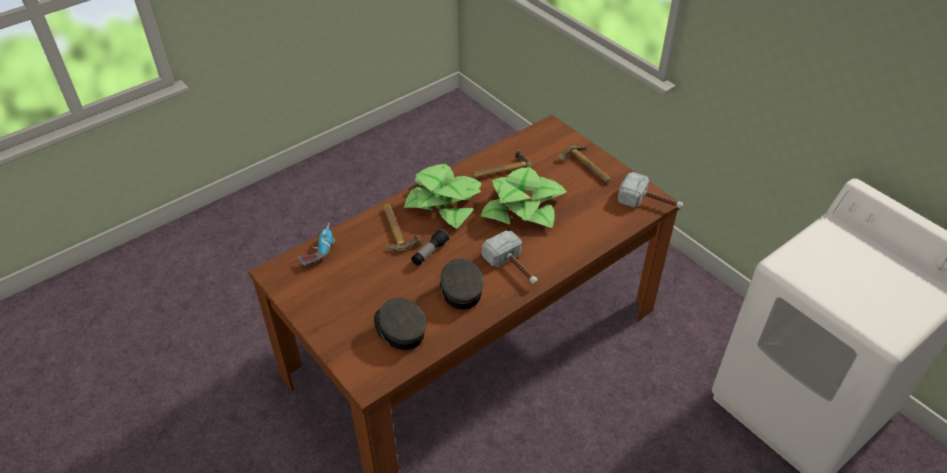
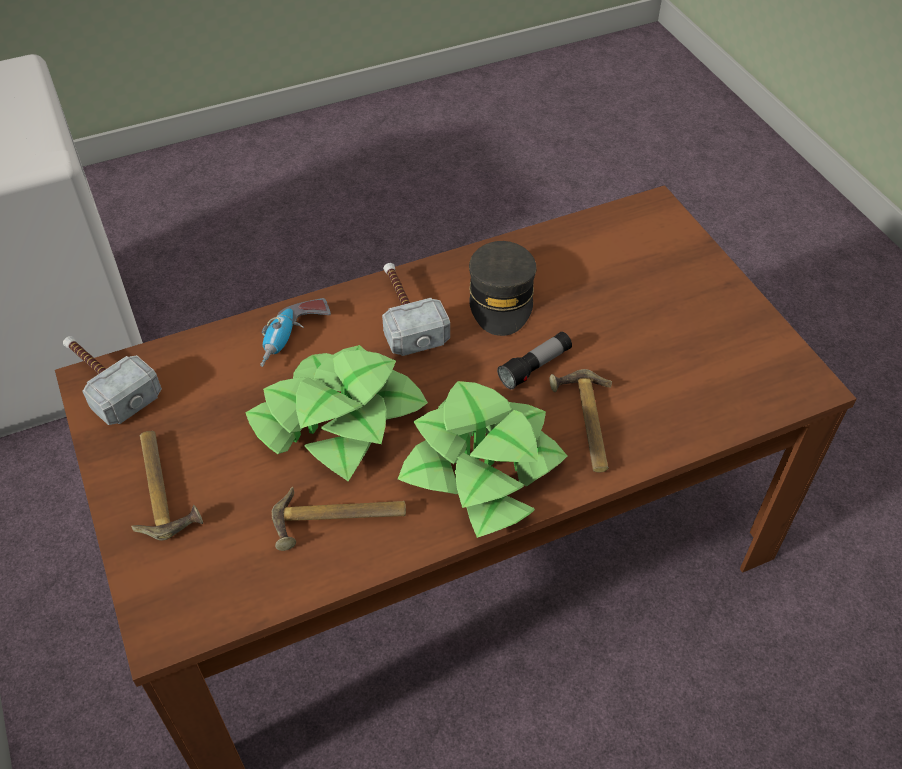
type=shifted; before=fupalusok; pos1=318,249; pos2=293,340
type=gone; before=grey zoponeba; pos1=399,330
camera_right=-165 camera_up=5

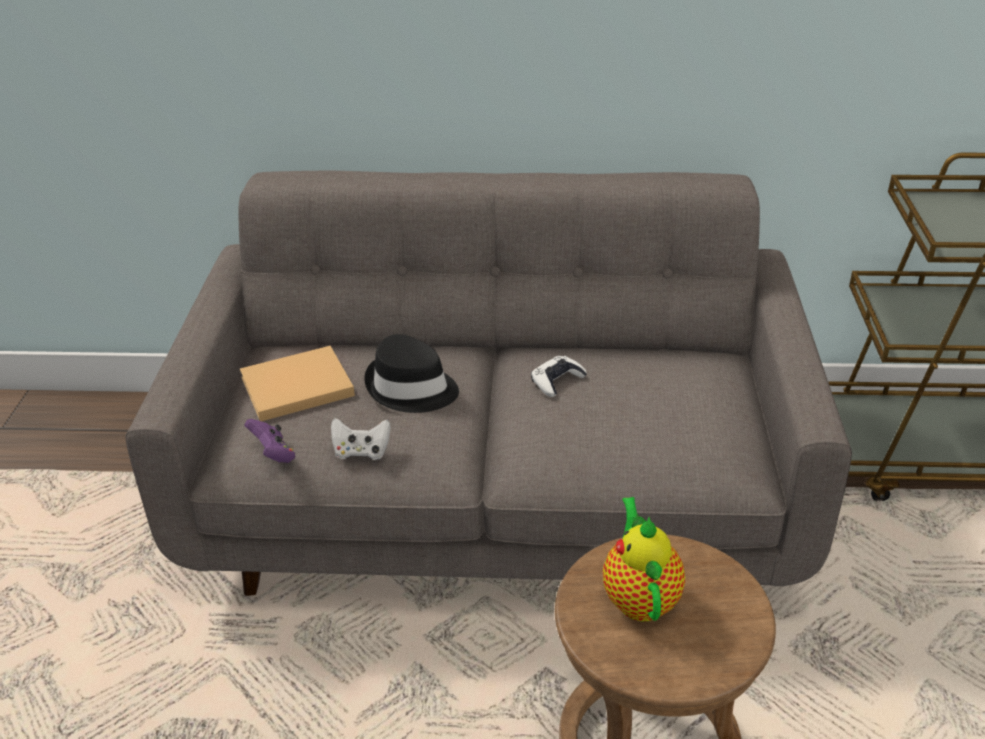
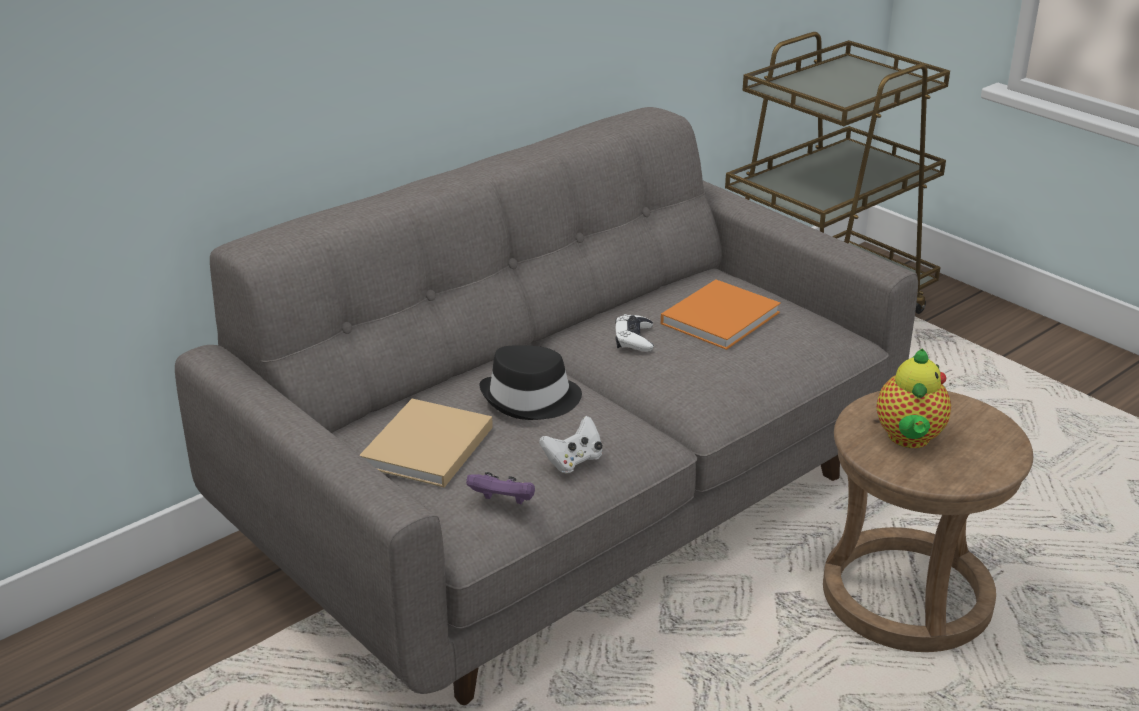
type=rotated; before=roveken; pos1=639,597; pos2=909,439; turn=-120
type=new; after=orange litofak; pos2=722,317
camera_right=-45 camera_up=-5

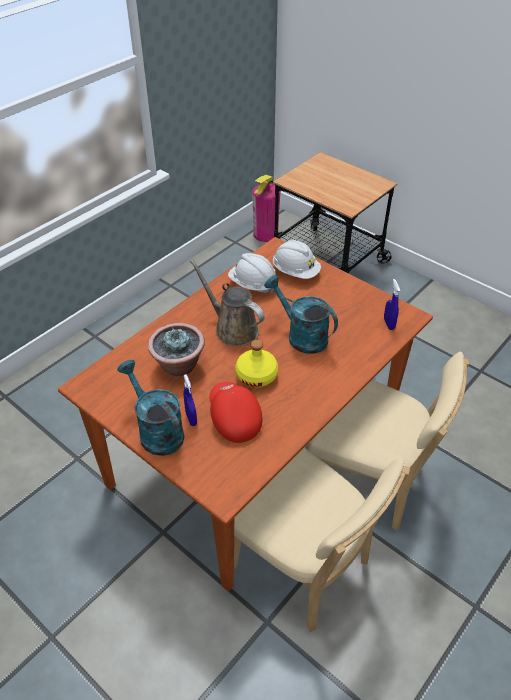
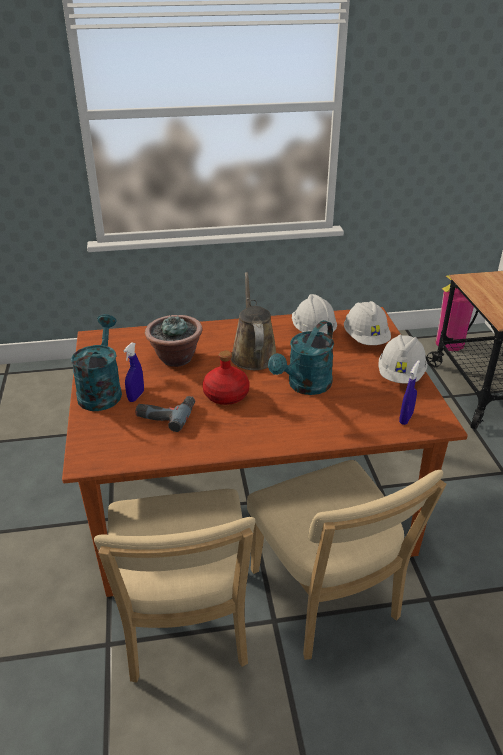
type=swapped; before=red zoponeba; after=fupalusok; pos1=233,418; pos2=166,414
type=repainted; before=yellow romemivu; after=red romemivu; pos1=256,375; pos2=226,395
type=rotated; before=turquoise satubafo; pos1=301,336; pos2=305,386; turn=-135
type=new; after=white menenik; pos2=401,375
camera_right=40 camera_up=-10

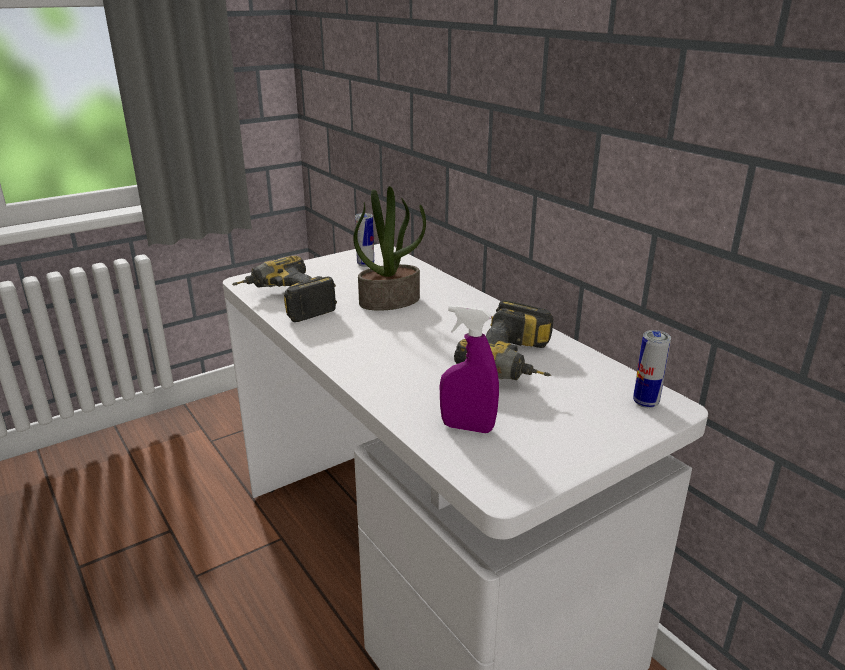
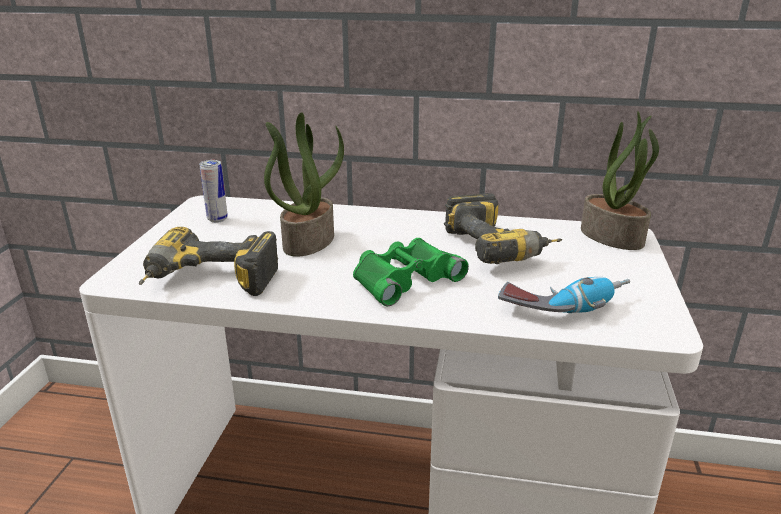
type=swapped; before=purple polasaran; after=fupalusok; pos1=467,427; pos2=564,305
type=swapped; before=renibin; after=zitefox; pos1=645,403; pos2=613,237
type=new; after=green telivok; pos2=404,278
camera_right=-45 camera_up=0

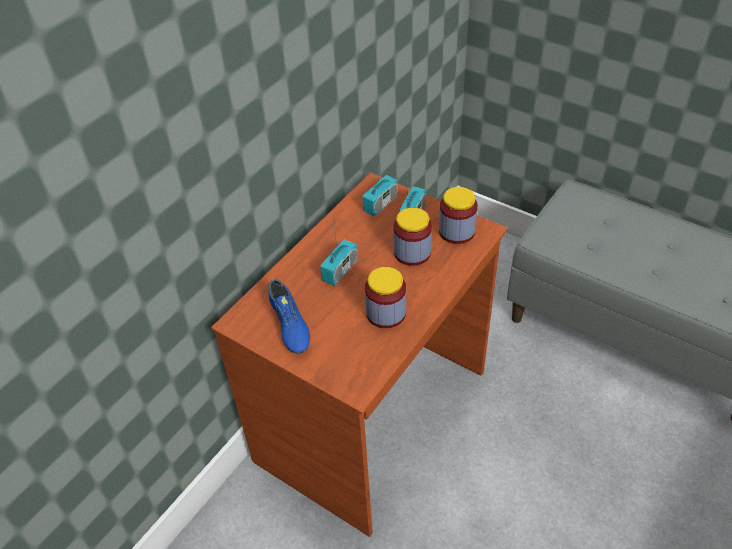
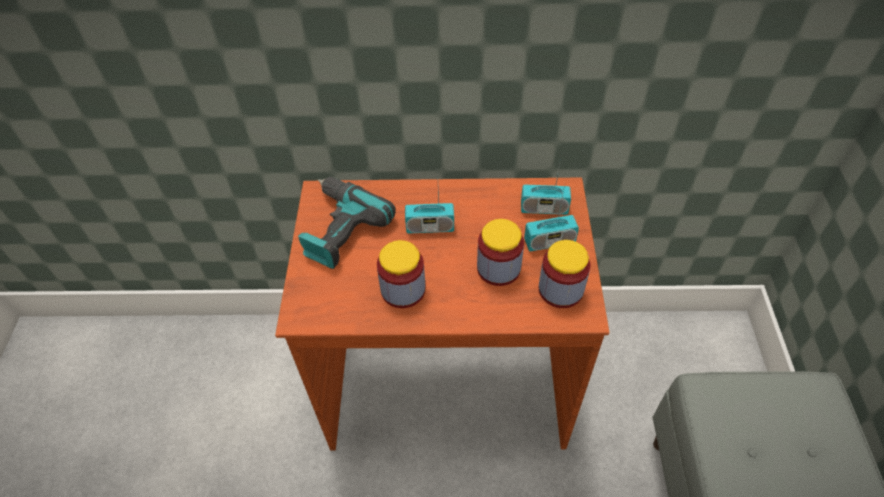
type=swapped; before=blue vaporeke; after=fupalusok; pos1=289,326; pos2=338,229
camera_right=55 camera_up=5

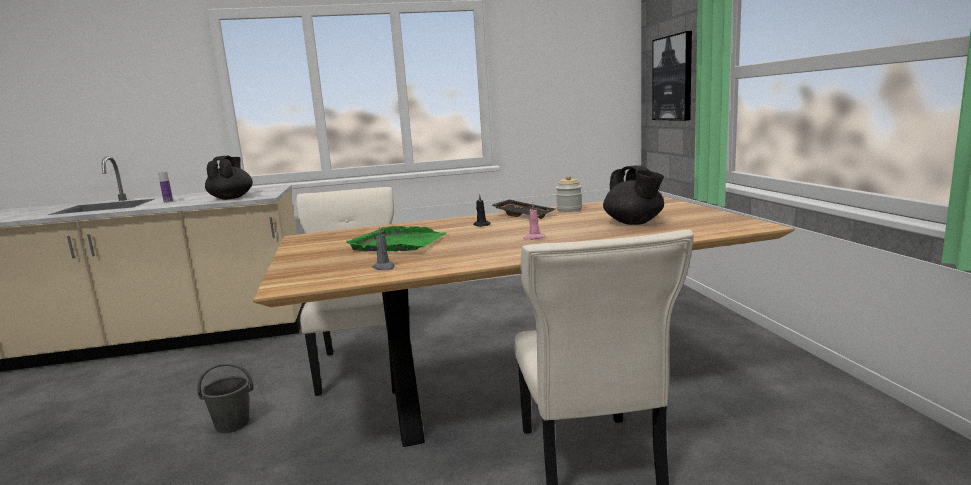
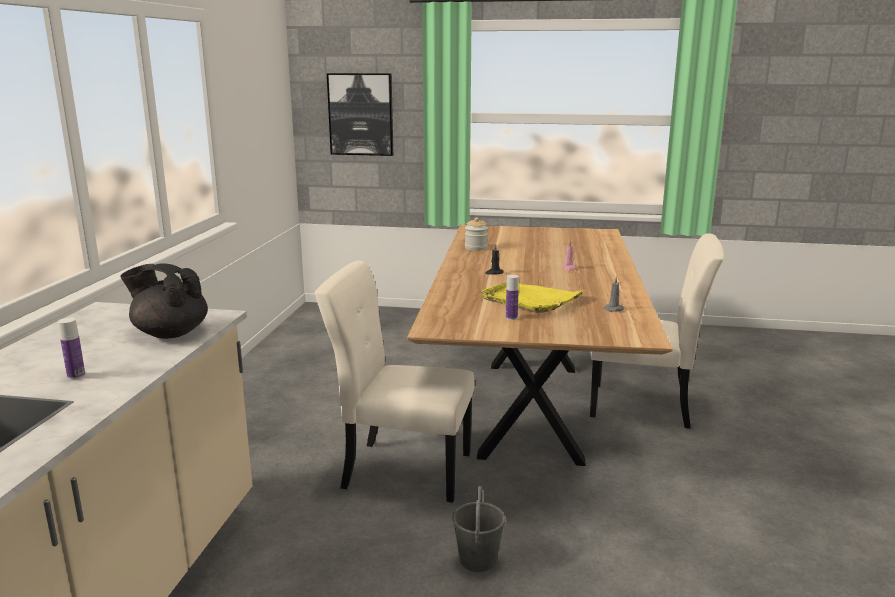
type=repainted; before=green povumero; after=yellow povumero; pos1=399,244; pos2=531,300
type=gone; before=black povumero; pos1=524,215
type=gone; before=black roveken; pos1=634,223
type=new; after=romemivu; pos2=511,317
camera_right=-70 camera_up=5

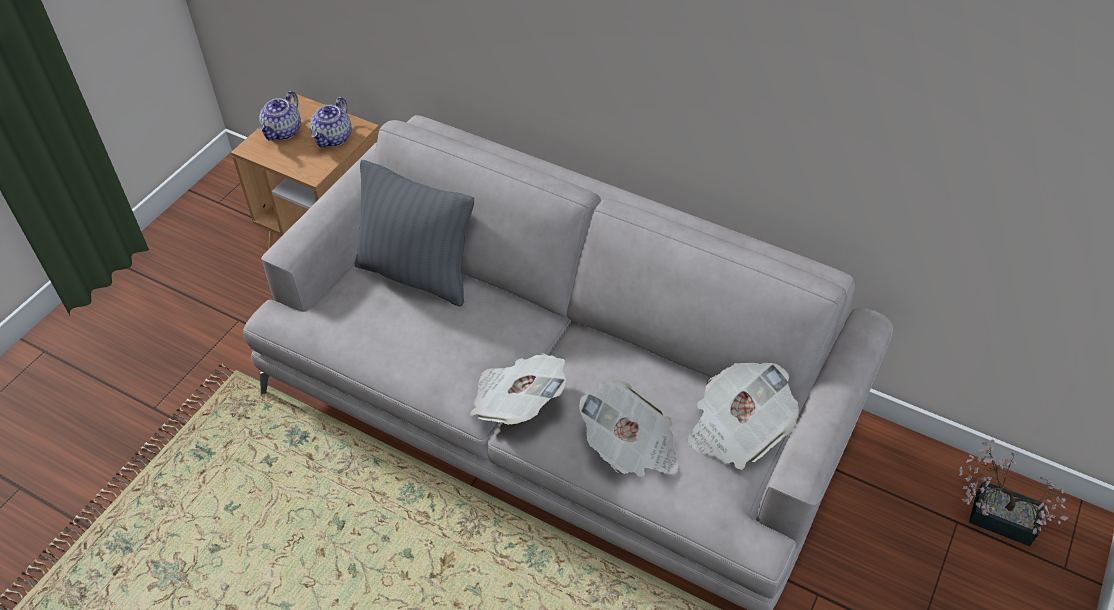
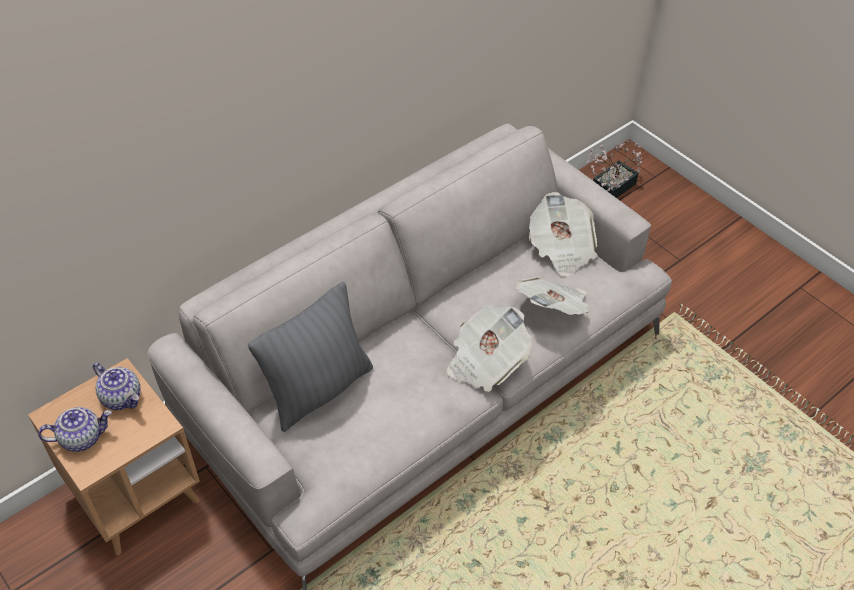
type=rotated; before=roveken; pos1=283,132; pos2=82,437; turn=-60
camera_right=-70 camera_up=0

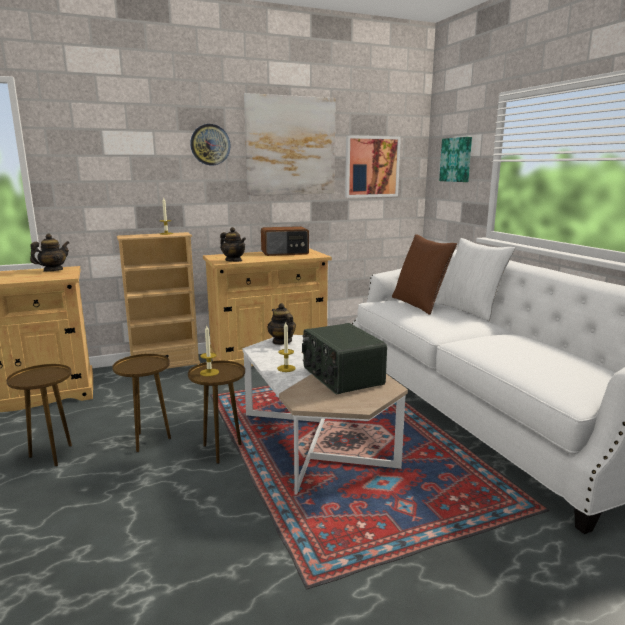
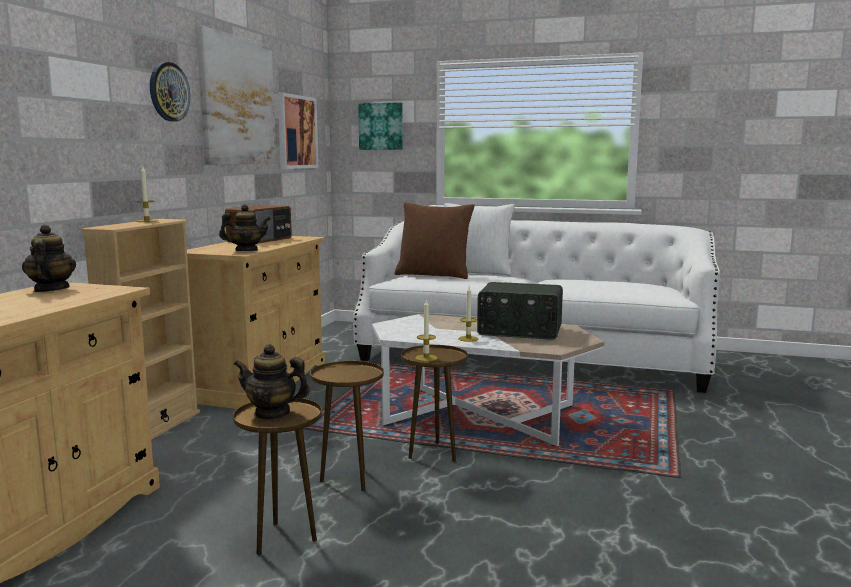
type=shifted; before=roveken; pos1=282,341; pos2=272,413
camera_right=-50 camera_up=-5

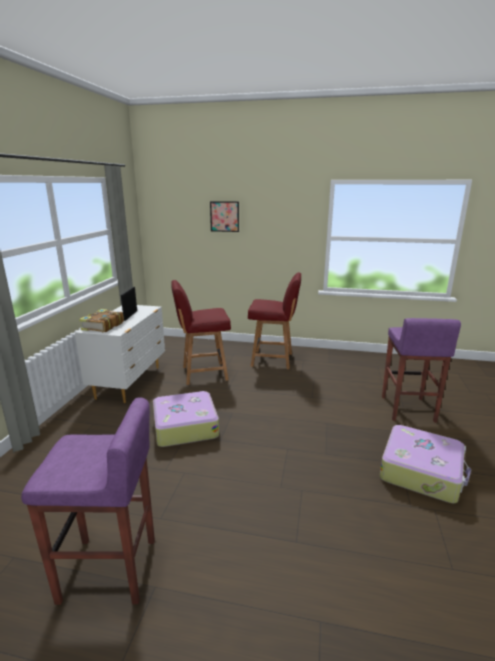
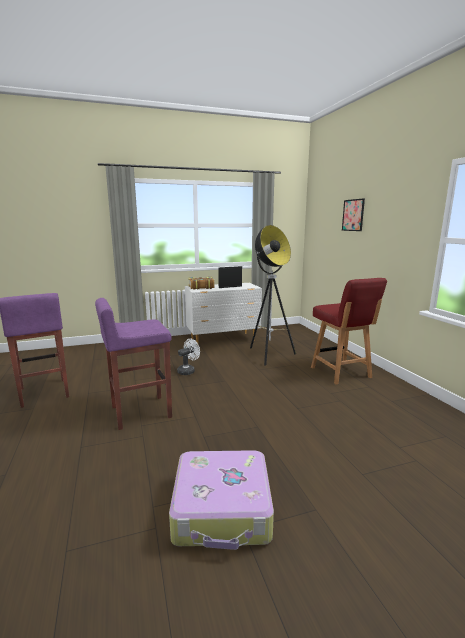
type=swapped; before=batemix; after=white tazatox; pos1=185,426; pos2=188,371
type=swapped; before=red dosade; after=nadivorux; pos1=203,373; pos2=269,355
type=shifted; before=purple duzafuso; pos1=407,409; pos2=140,412
camera_right=60 camera_up=-5

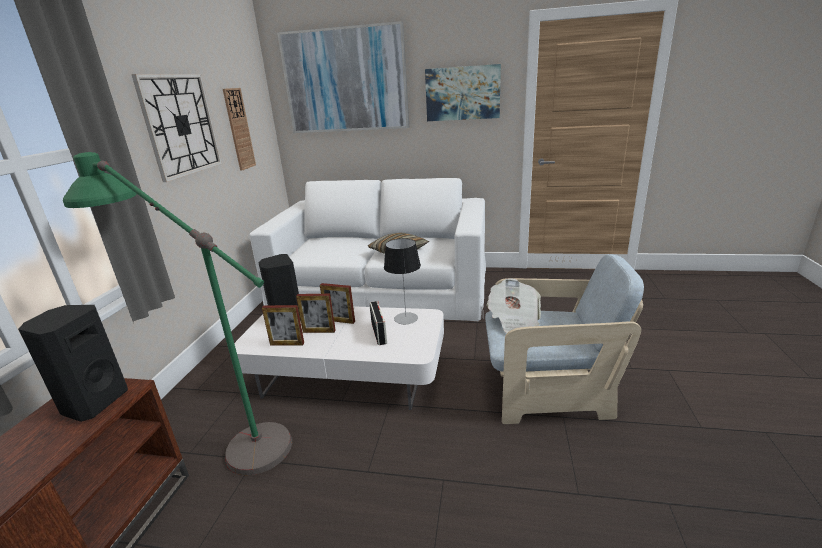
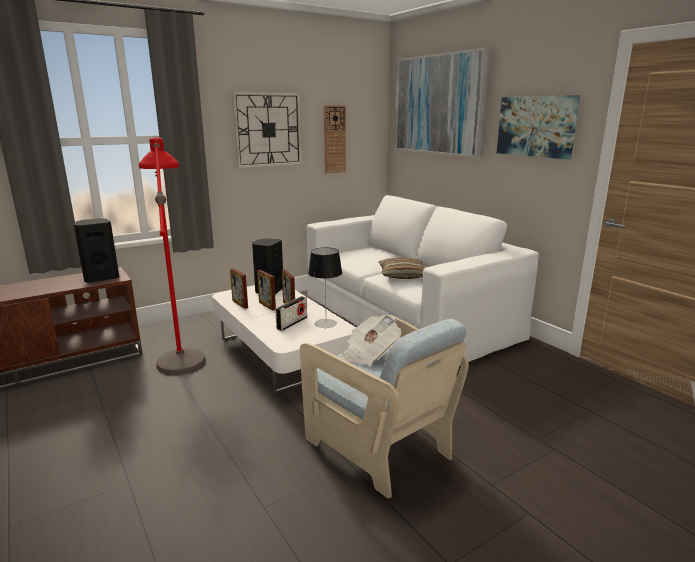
type=repainted; before=green nadivorux; after=red nadivorux; pos1=225,436; pos2=180,348
camera_right=45 camera_up=-5

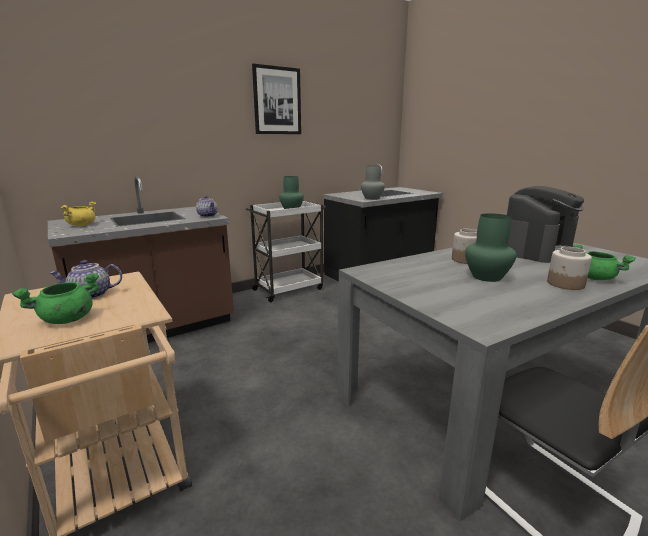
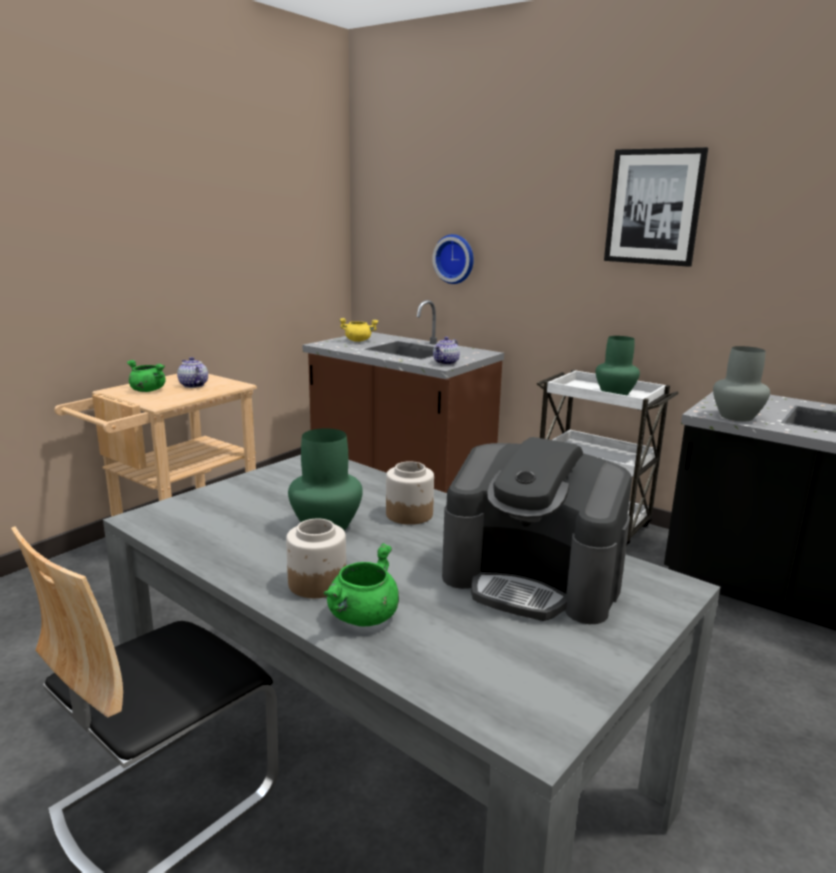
type=new; after=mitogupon; pos2=455,259
camera_right=70 camera_up=0

